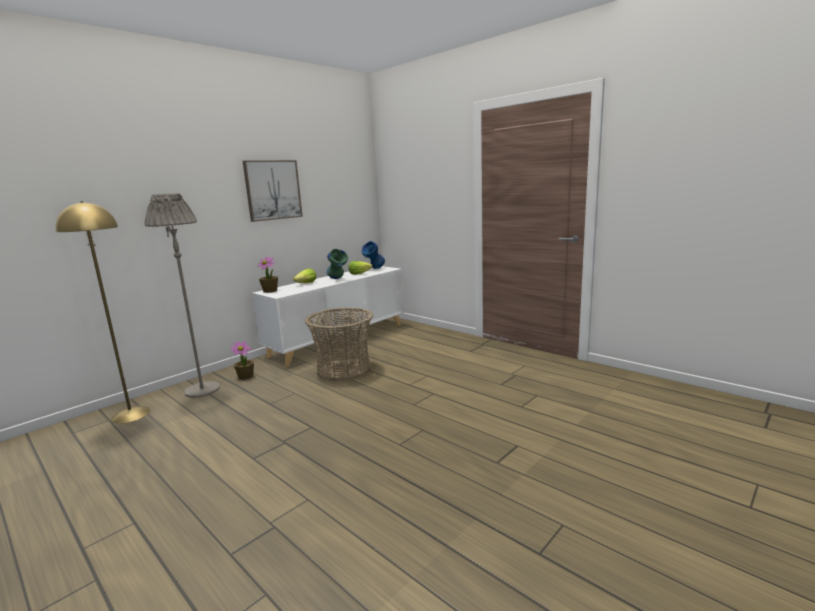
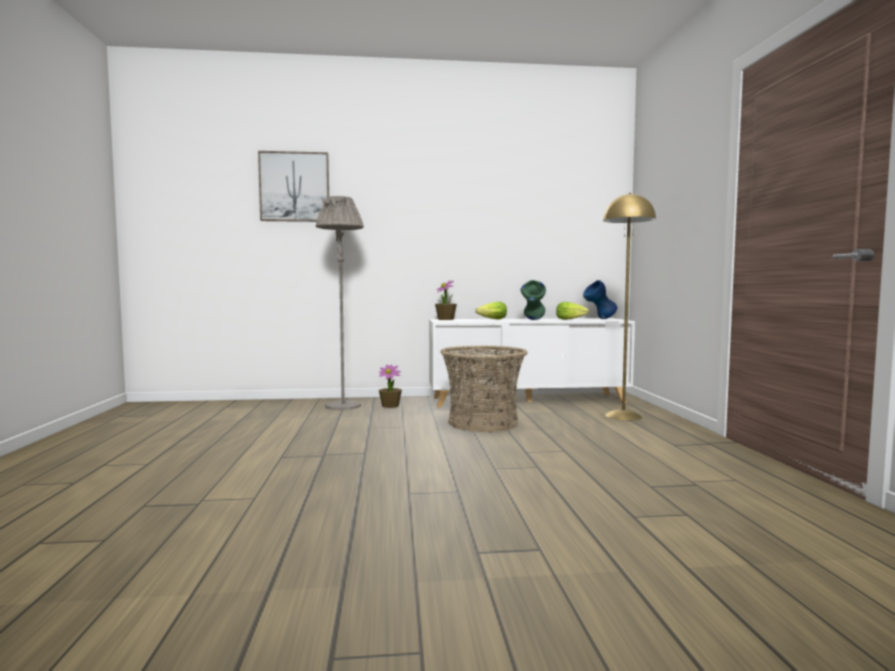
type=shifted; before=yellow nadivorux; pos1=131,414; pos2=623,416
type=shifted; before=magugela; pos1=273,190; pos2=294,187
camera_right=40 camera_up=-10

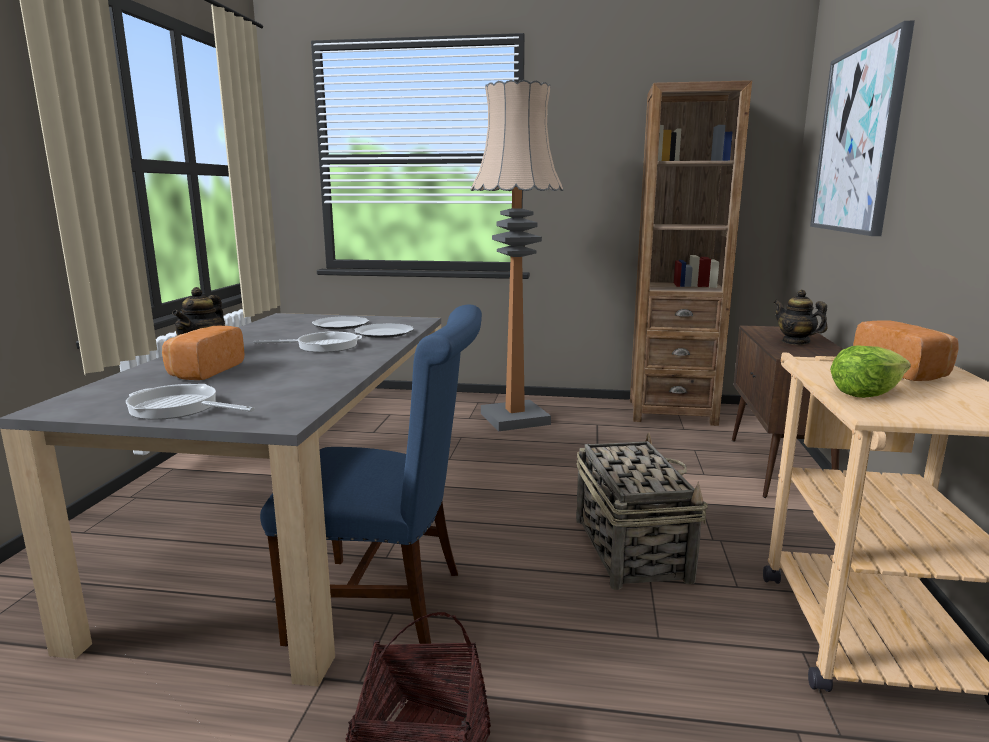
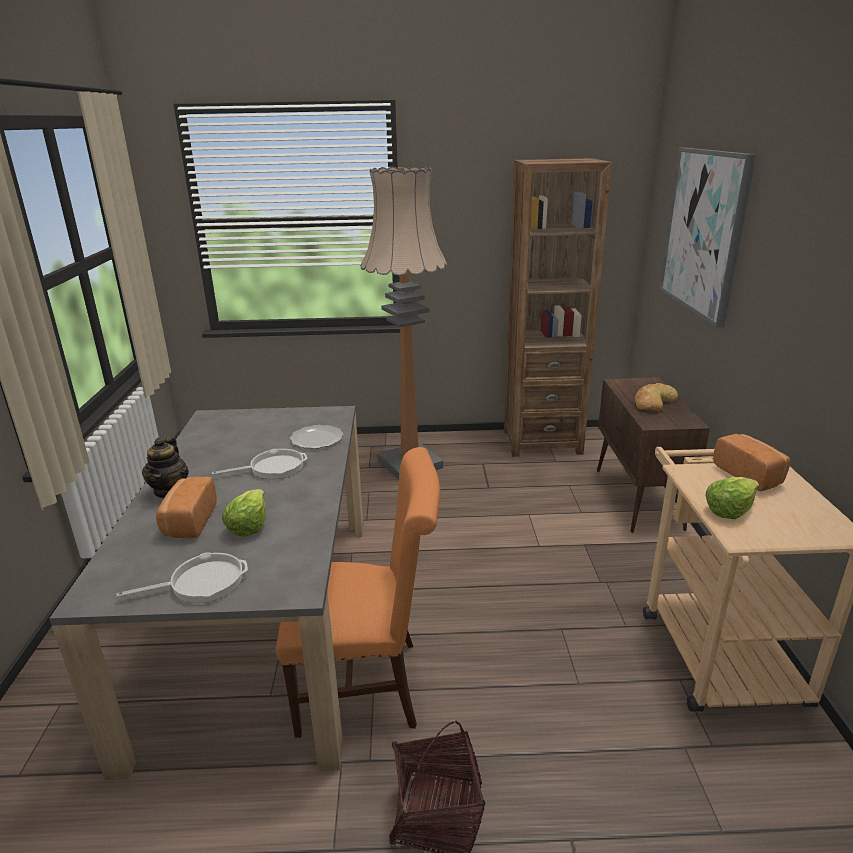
type=rotated; before=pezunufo; pos1=178,408; pos2=201,583; turn=150
type=repainted; before=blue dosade; after=orange dosade; pos1=390,605; pos2=368,684
type=gone; before=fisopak; pos1=340,325
type=gone; before=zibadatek; pos1=630,548
type=swapped; before=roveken; after=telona; pos1=795,342; pos2=653,402
type=new; after=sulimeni; pos2=248,525
camera_right=-10 camera_up=10

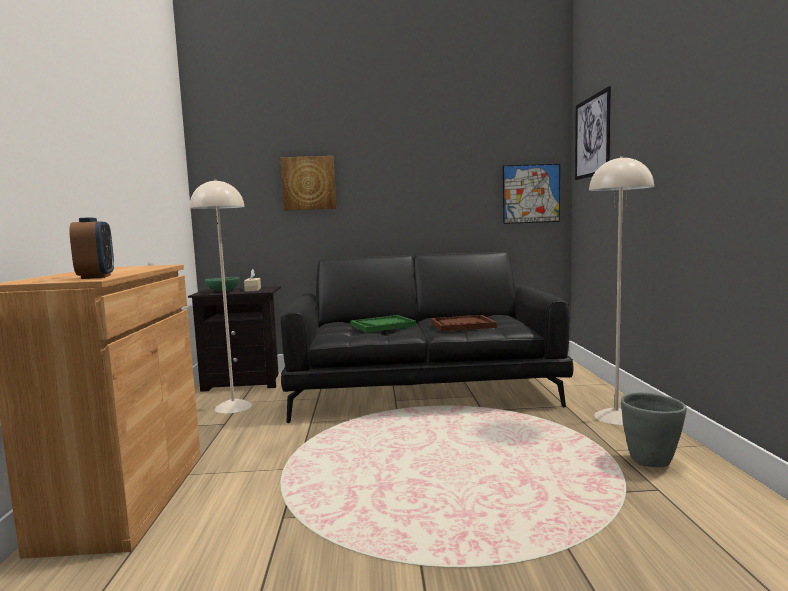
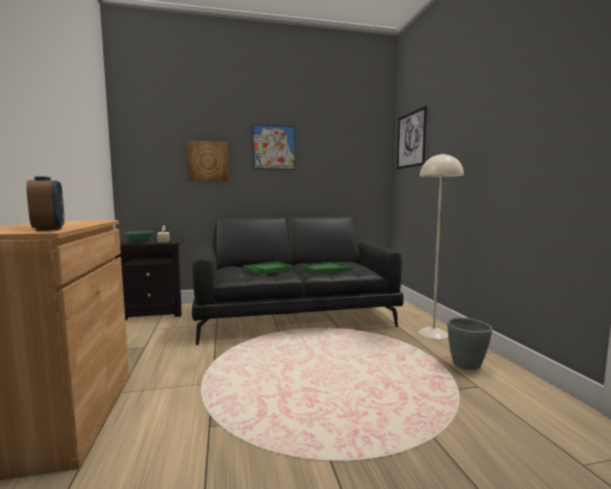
type=gone; before=beige nadivorux; pos1=233,407
type=repainted; before=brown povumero; after=green povumero; pos1=462,325; pos2=326,269
type=shifted; before=magugela; pos1=531,193; pos2=274,147
camera_right=-10 camera_up=0

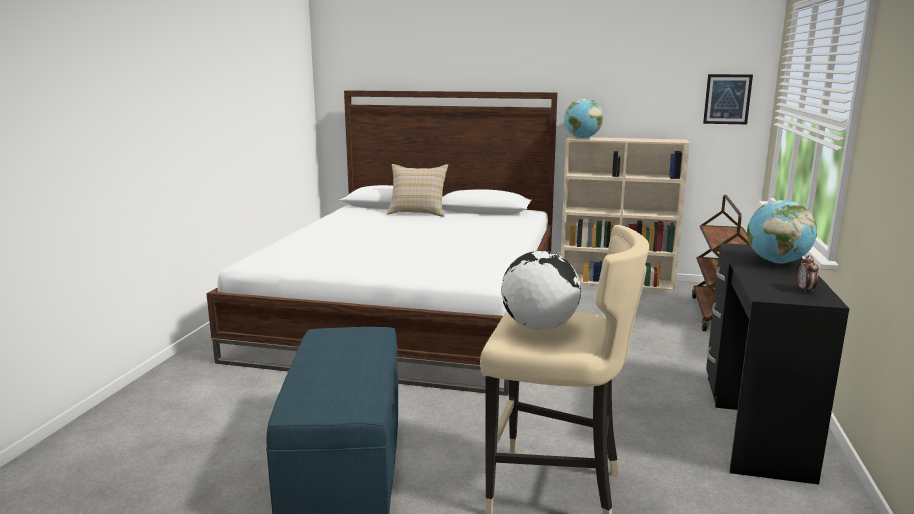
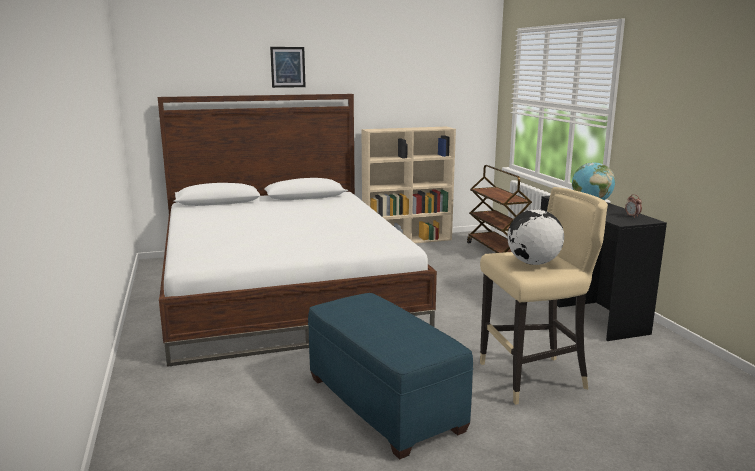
type=gone; before=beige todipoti; pos1=418,212
type=gone; before=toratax; pos1=582,138
type=shifted; before=magugela; pos1=727,99; pos2=288,67
camera_right=-30 camera_up=0

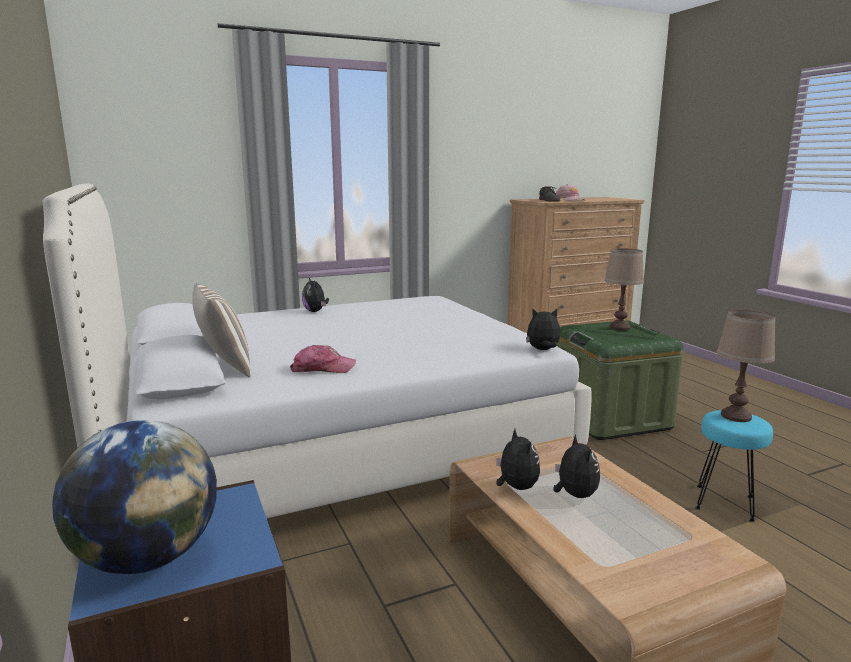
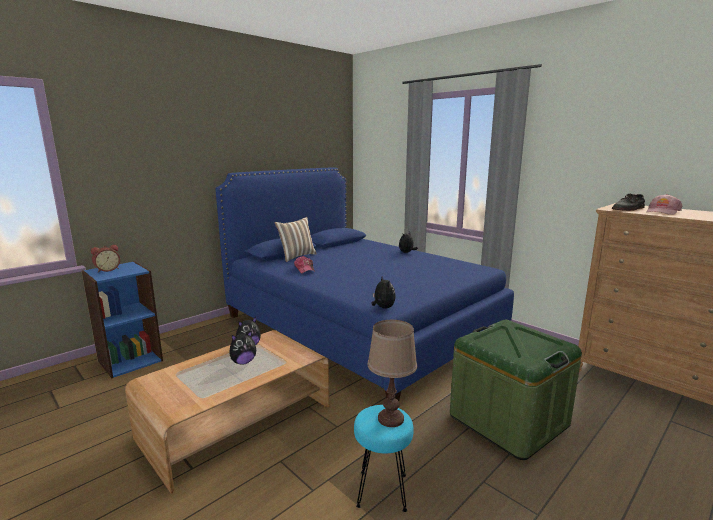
type=repainted; before=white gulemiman; after=blue gulemiman; pos1=332,446; pos2=359,326
type=swapped; before=toratax; after=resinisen; pos1=148,557; pos2=107,270
type=gone; before=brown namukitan; pos1=620,327
camera_right=70 camera_up=0

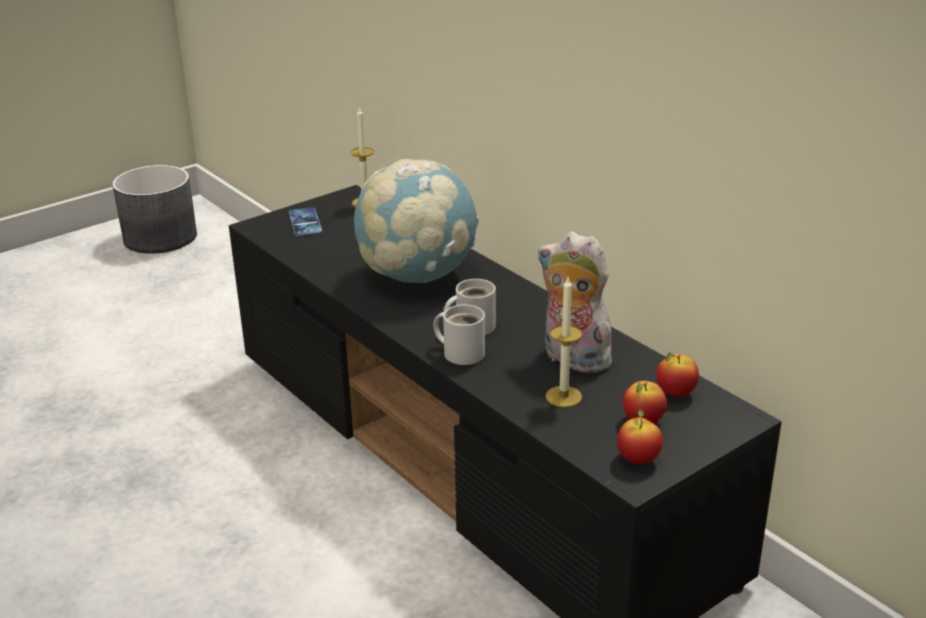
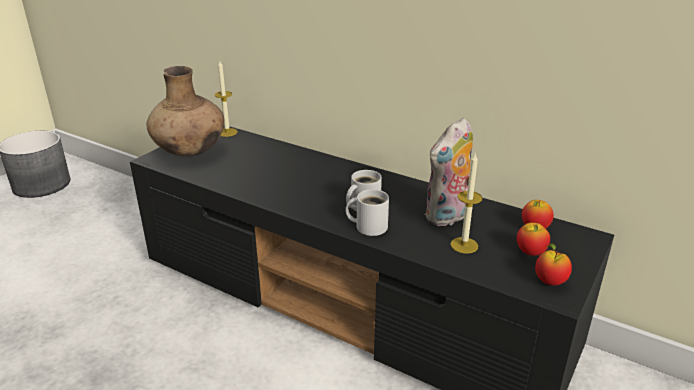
type=swapped; before=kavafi; after=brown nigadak; pos1=305,222; pos2=190,151
type=gone; before=toratax; pos1=417,276
type=rotated; before=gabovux; pos1=572,359; pos2=449,217; turn=-60
camera_right=-20 camera_up=0

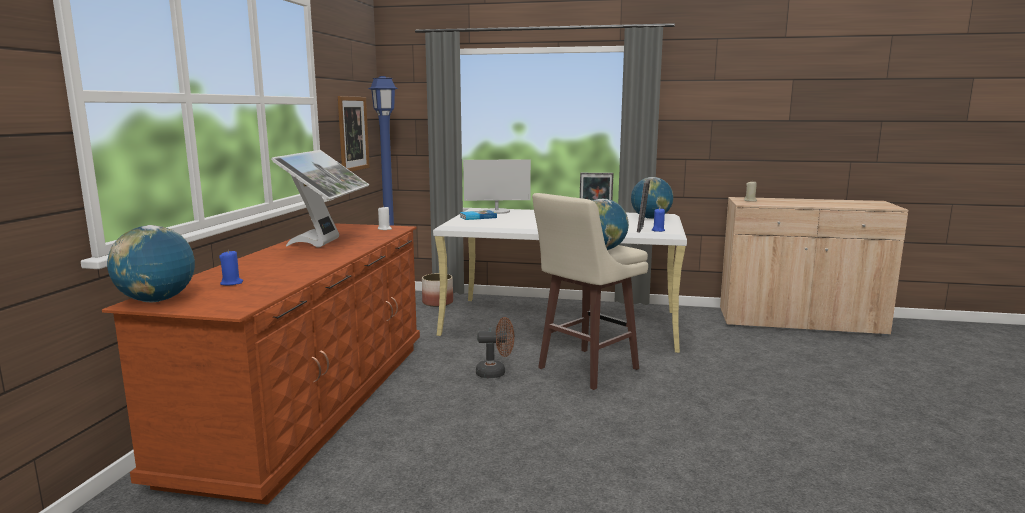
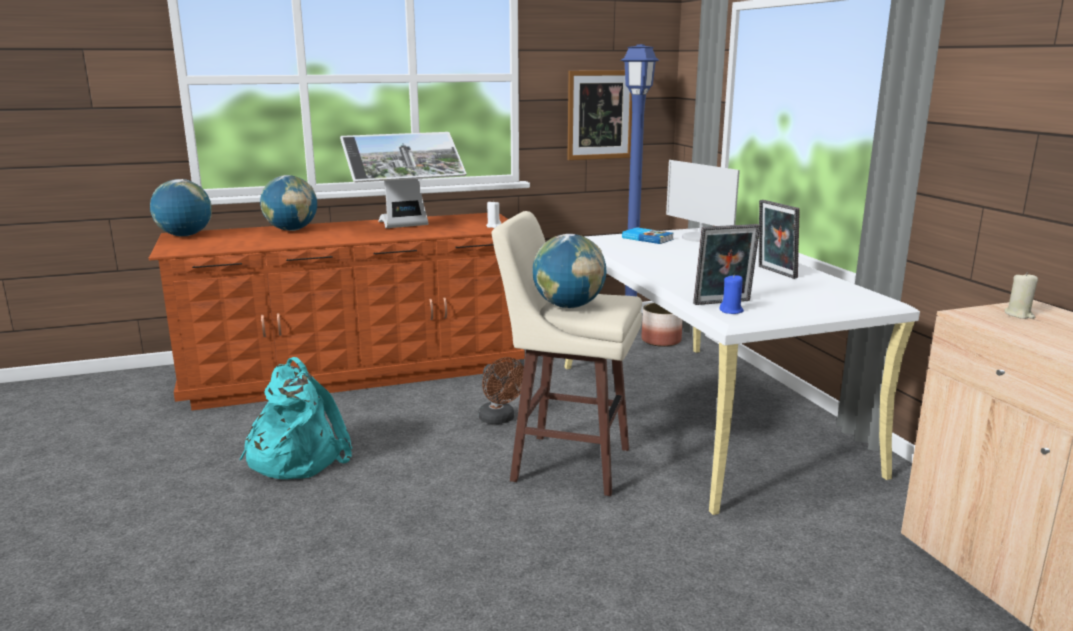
type=gone; before=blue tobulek; pos1=231,283
type=shifted; before=toratax; pos1=650,218; pos2=291,230
type=new; after=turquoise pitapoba; pos2=296,457
camera_right=60 camera_up=5

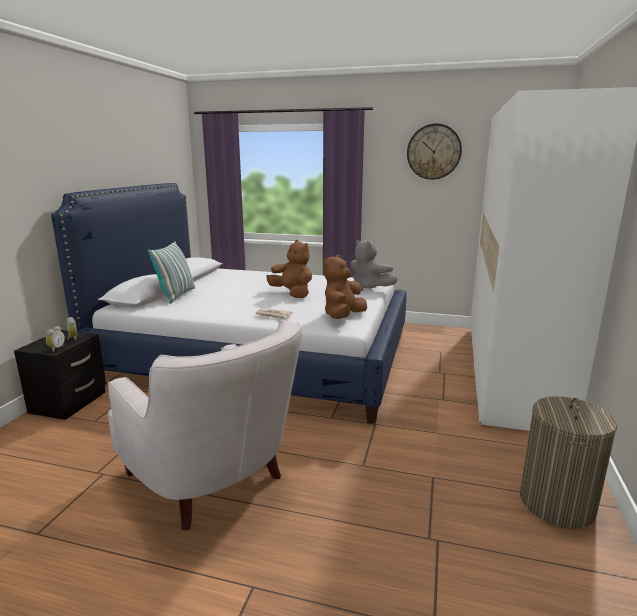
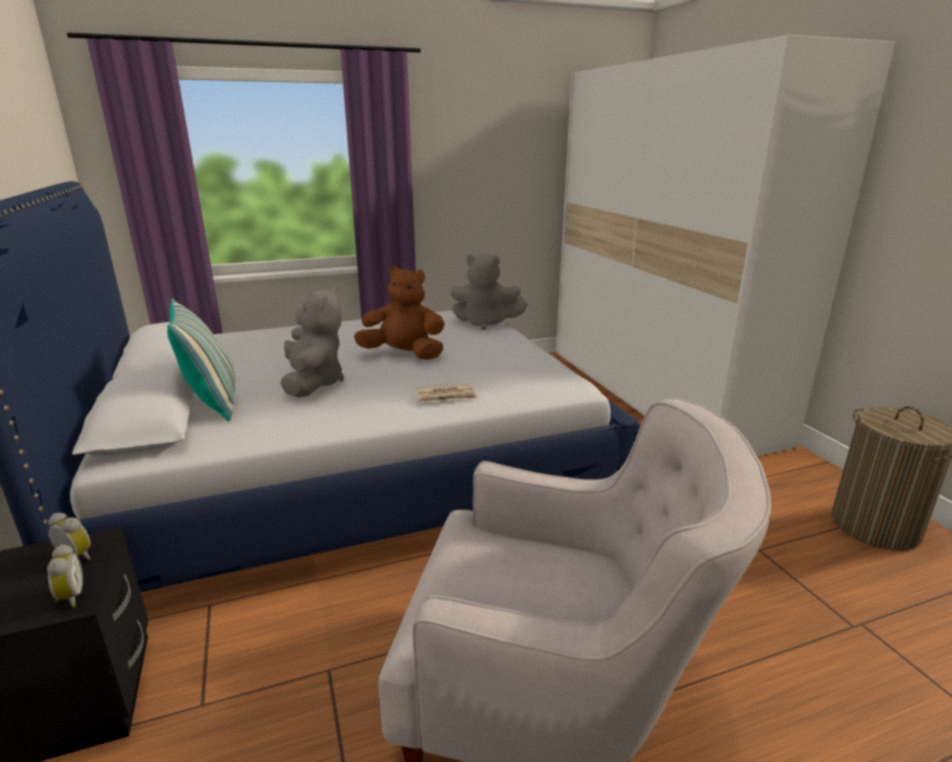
type=gone; before=brown gabovux; pos1=343,316
type=gone; before=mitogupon; pos1=434,152
type=new; after=grey gabovux; pos2=313,383
camera_right=-35 camera_up=5

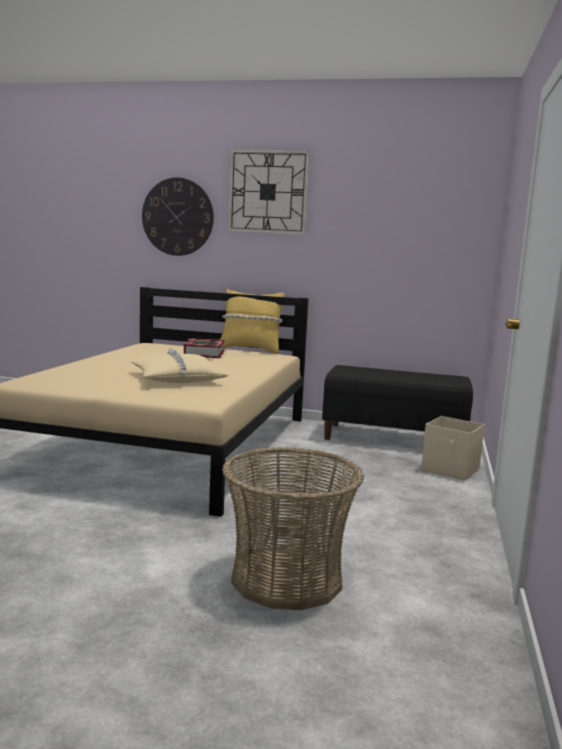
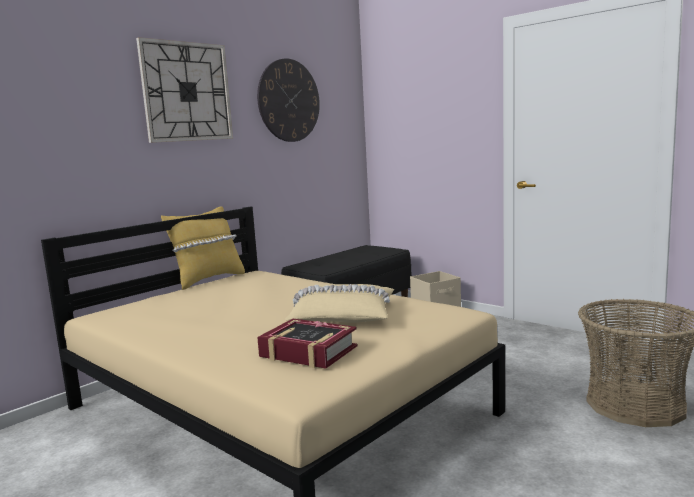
type=shifted; before=mitogupon; pos1=177,217; pos2=289,100
type=shifted; before=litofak; pos1=204,353; pos2=308,352
camera_right=-60 camera_up=0

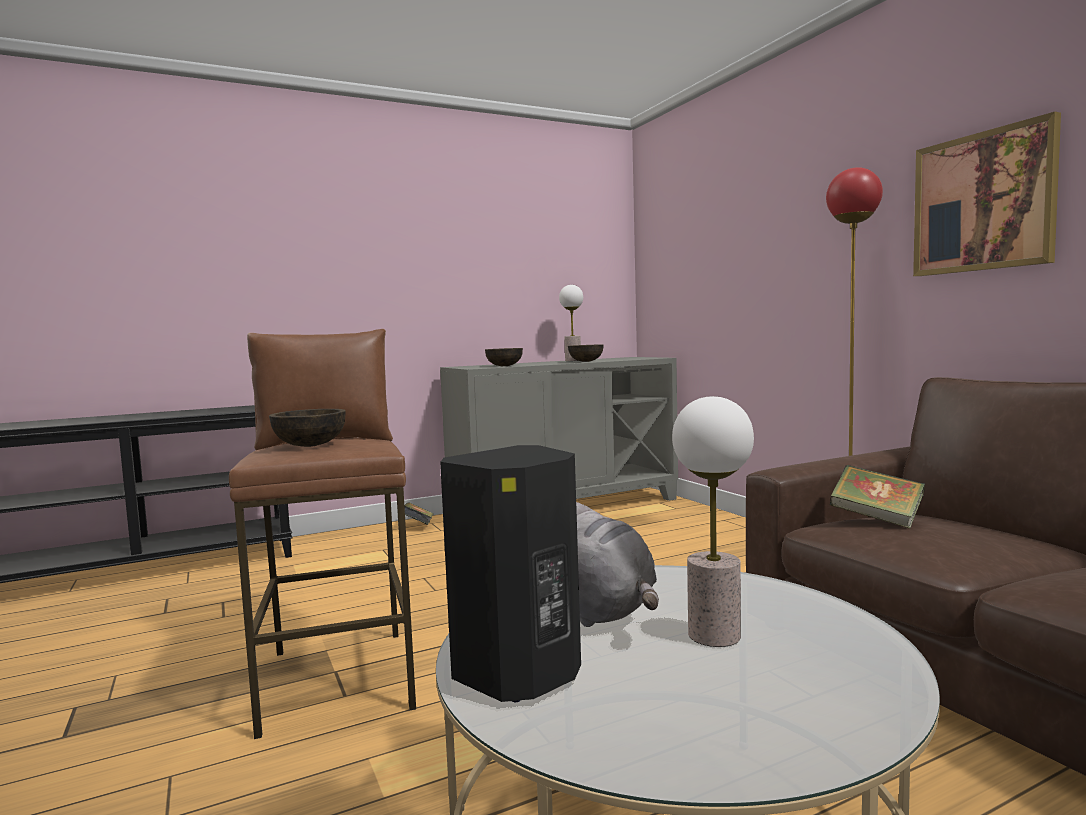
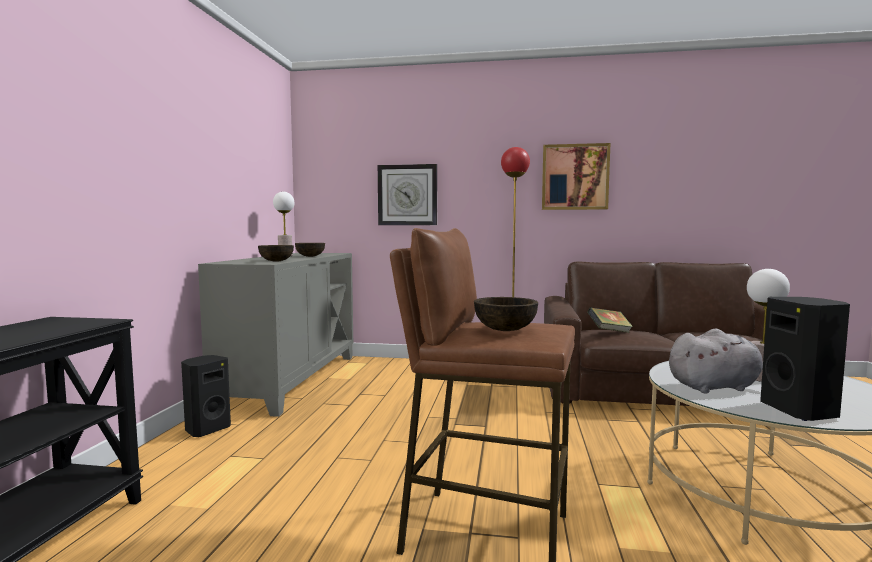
type=swapped; before=litofak; after=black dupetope; pos1=418,527; pos2=206,429
type=new; after=mitogupon; pos2=407,195
camera_right=-55 camera_up=0

